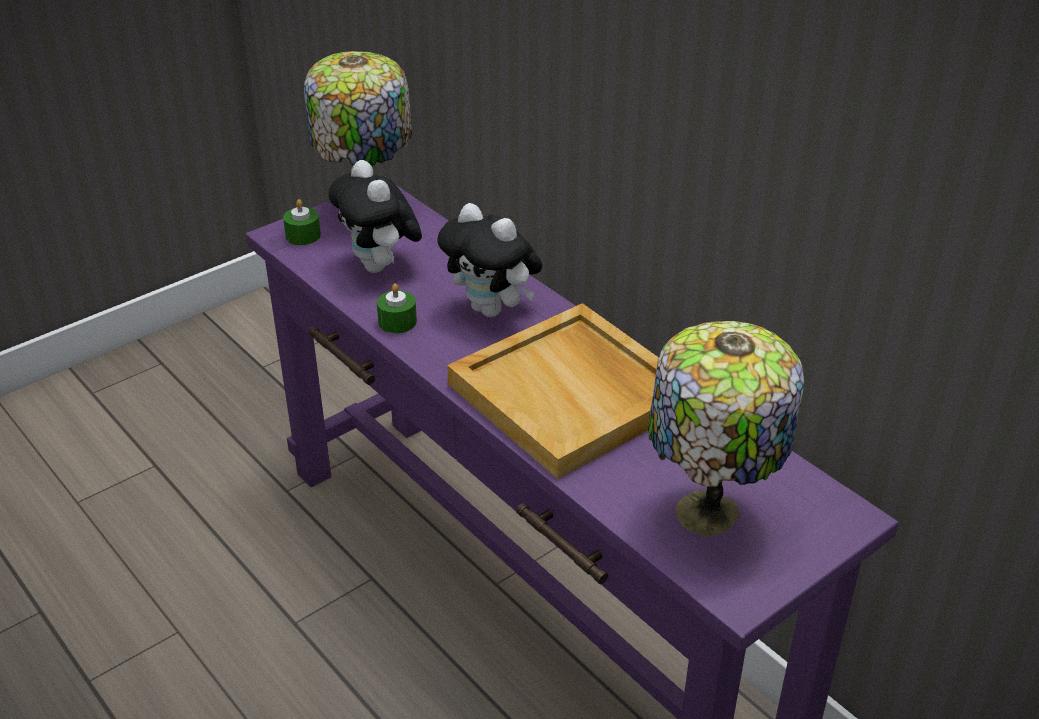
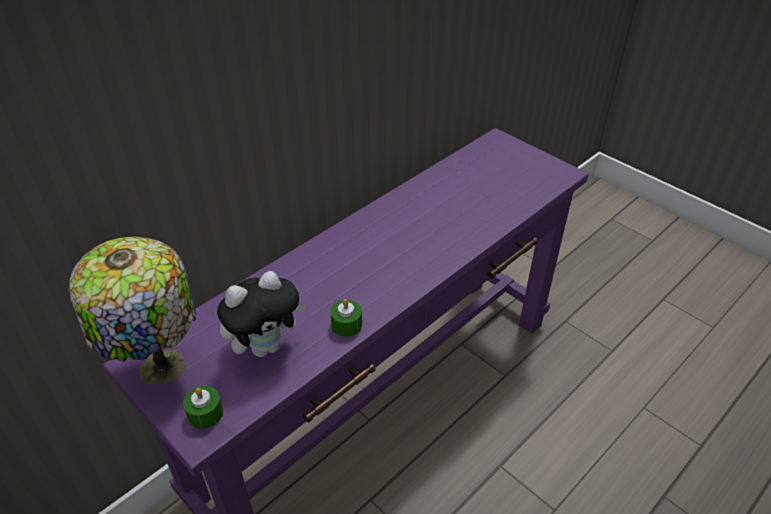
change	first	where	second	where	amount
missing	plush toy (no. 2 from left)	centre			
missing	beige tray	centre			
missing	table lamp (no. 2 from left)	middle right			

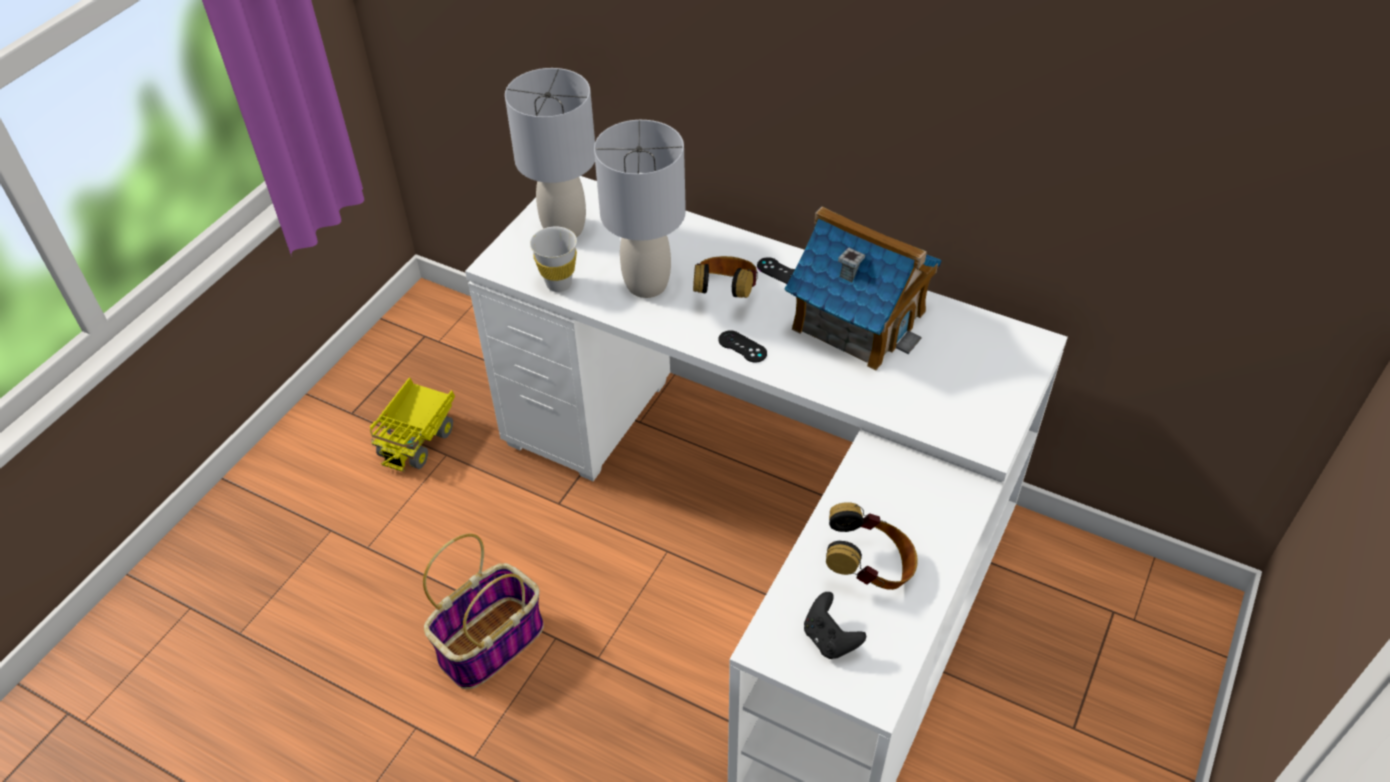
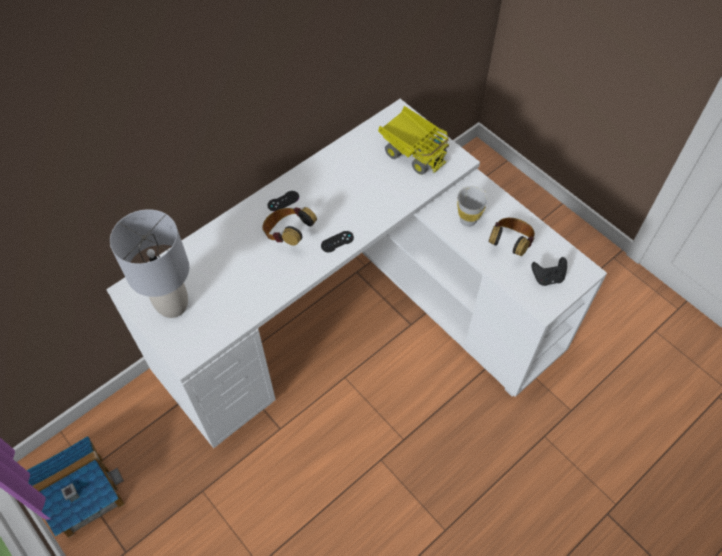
change	first	where	second	where	amount
missing	basket	bottom centre			
missing	grey table lamp (no. 2 from left)	top centre			
relocated	toy truck	middle left		top centre	
relocated	white cup	top centre		centre	
relocated	toy house	centre		bottom left	

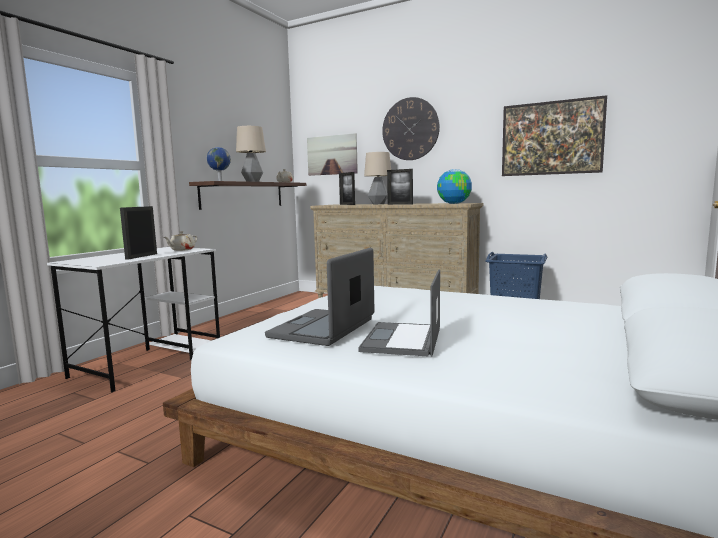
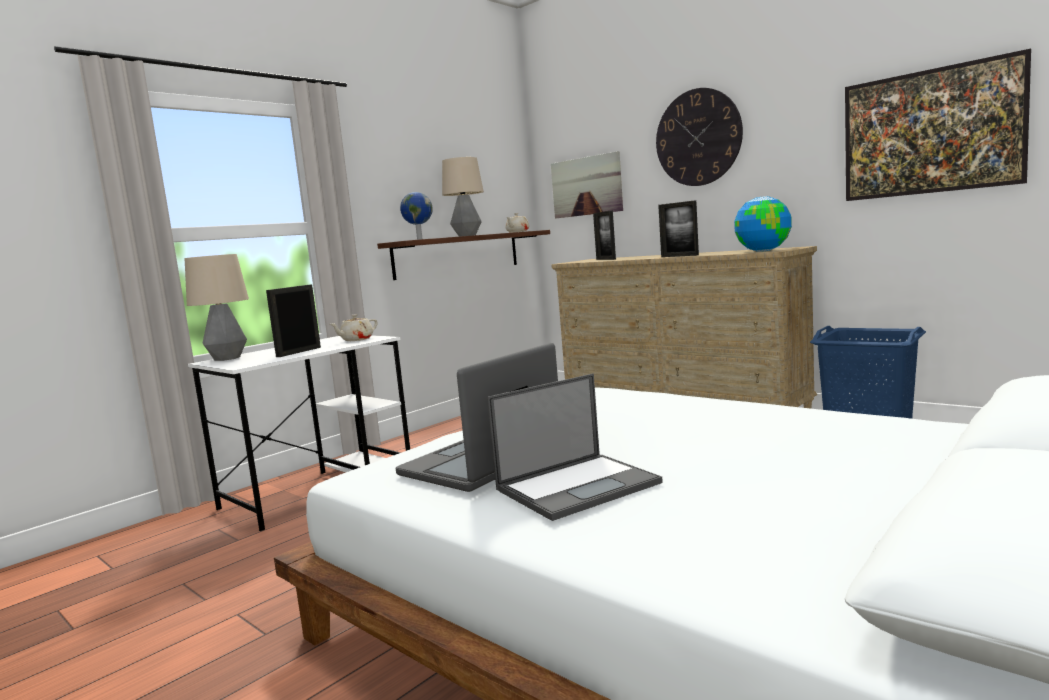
change	first	where	second	where	amount
relocated	table lamp (no. 2 from left in the first image)	top centre	table lamp (no. 1 from left)	middle left	
spun	laptop (no. 2 from left)	centre		centre	150 degrees counterclockwise

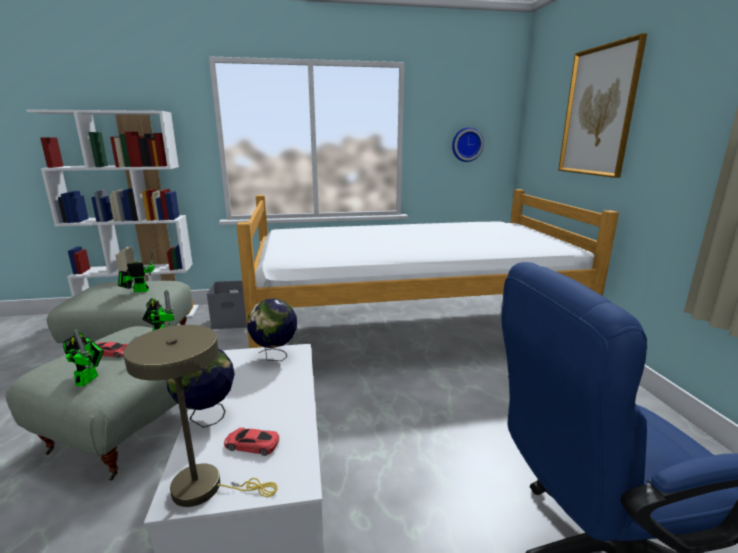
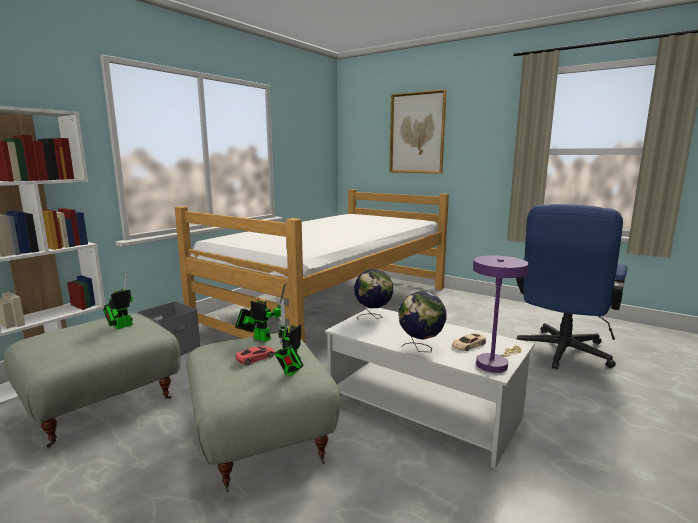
change	first	where	second	where	amount
missing	wall clock	top centre			
colour	beige table lamp	bottom left	purple table lamp	middle right	
colour	red toy car (no. 2 from left)	bottom centre	beige toy car	middle right	
spun	toy robot (no. 1 from left in the first image)	middle left	toy robot (no. 3 from left)	centre	120 degrees counterclockwise

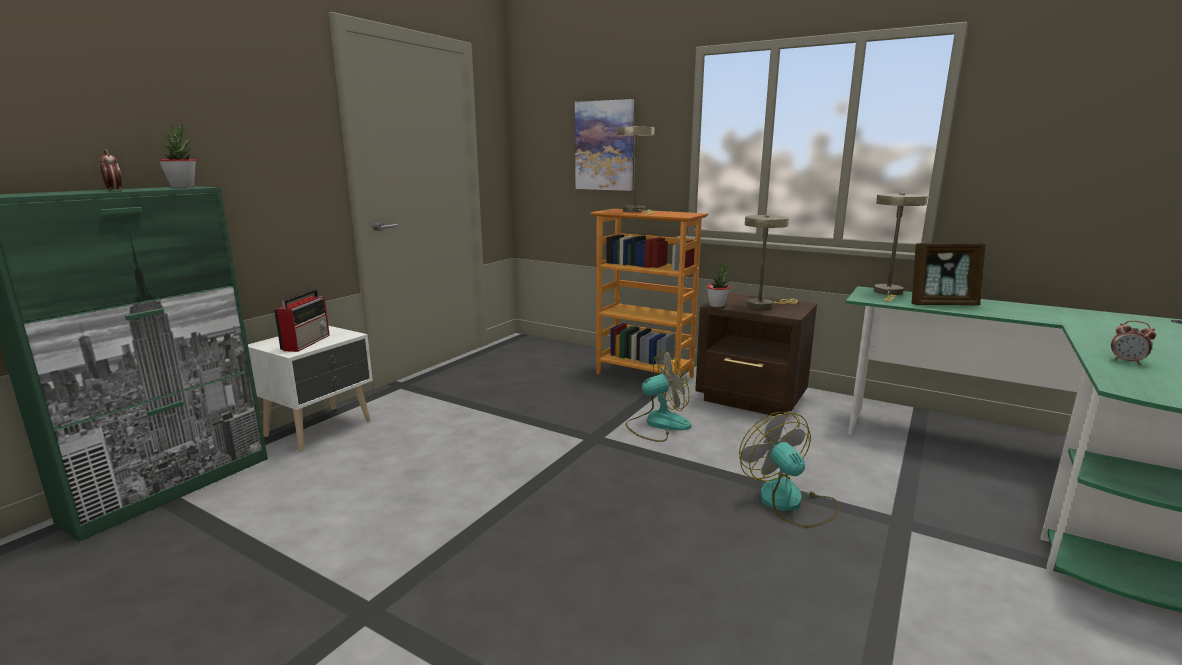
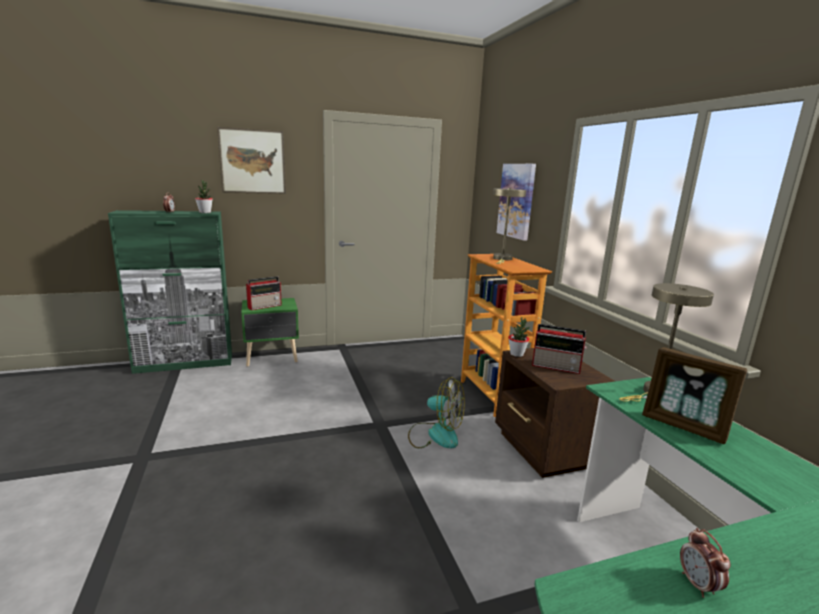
change	first	where	second	where	amount
missing	fan (no. 2 from left)	bottom right			
appeared			picture (no. 1 from left)	top left	
exchanged	beige table lamp (no. 2 from left)	centre	radio (no. 2 from left)	middle right	
colour	white nightstand	middle left	green nightstand	middle left	

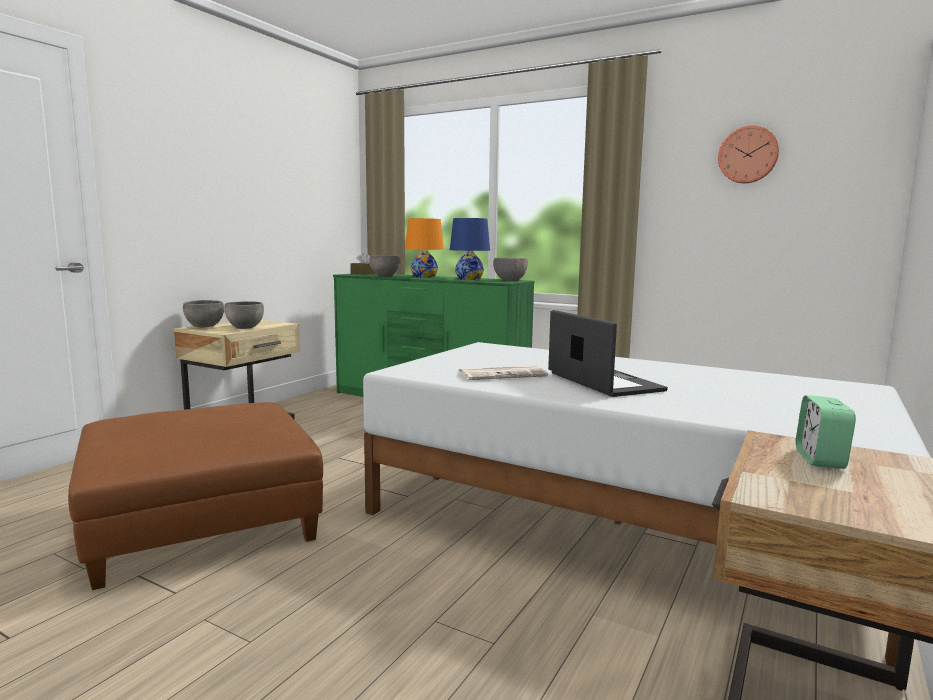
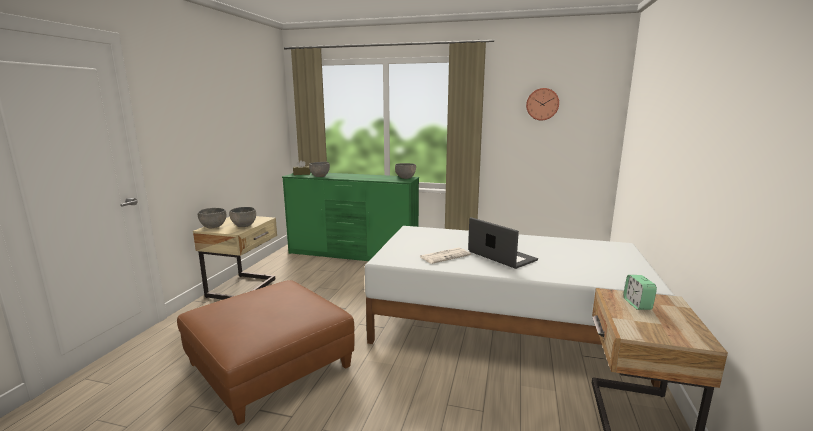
change	first	where	second	where	amount
missing	orange table lamp	centre			
missing	blue table lamp	centre			

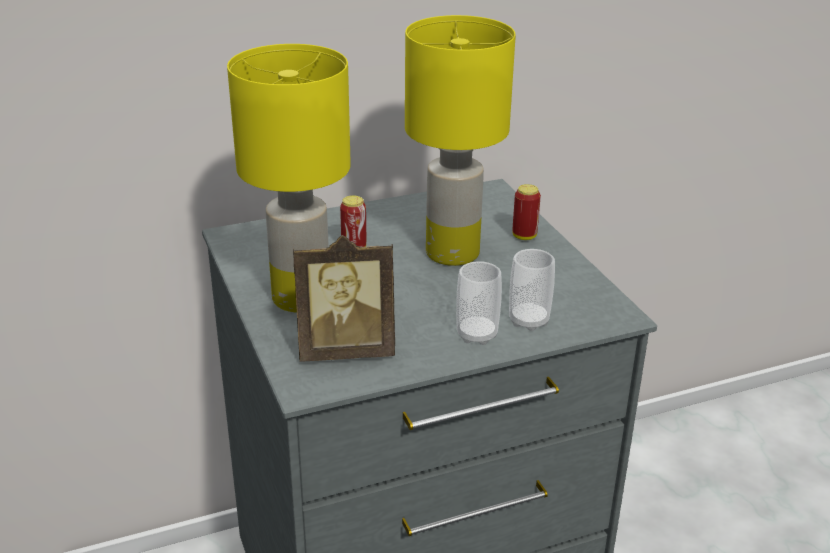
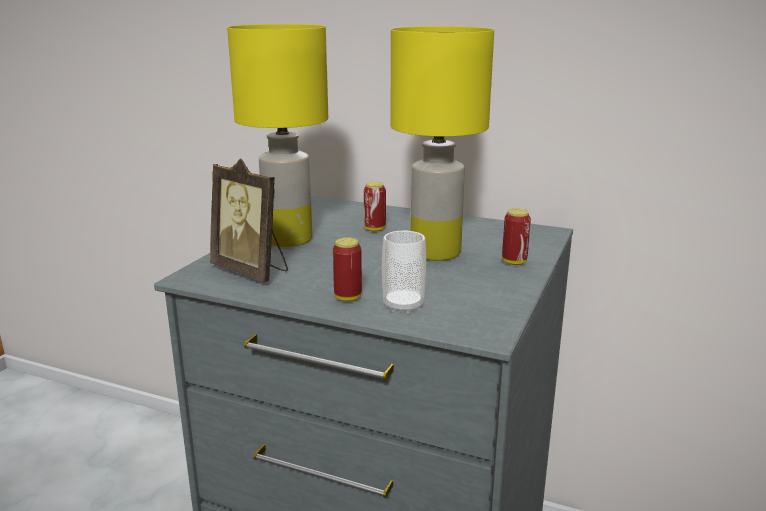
change	first	where	second	where	amount
exchanged	cup (no. 1 from left)	centre	can (no. 1 from left)	centre	

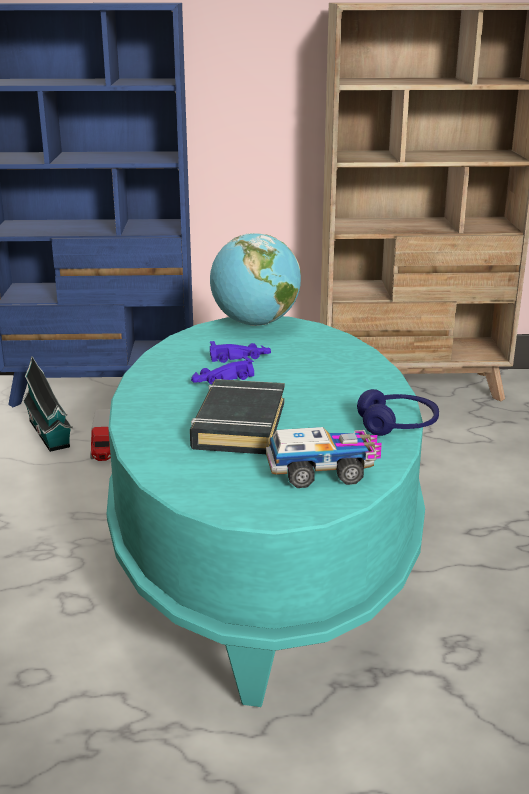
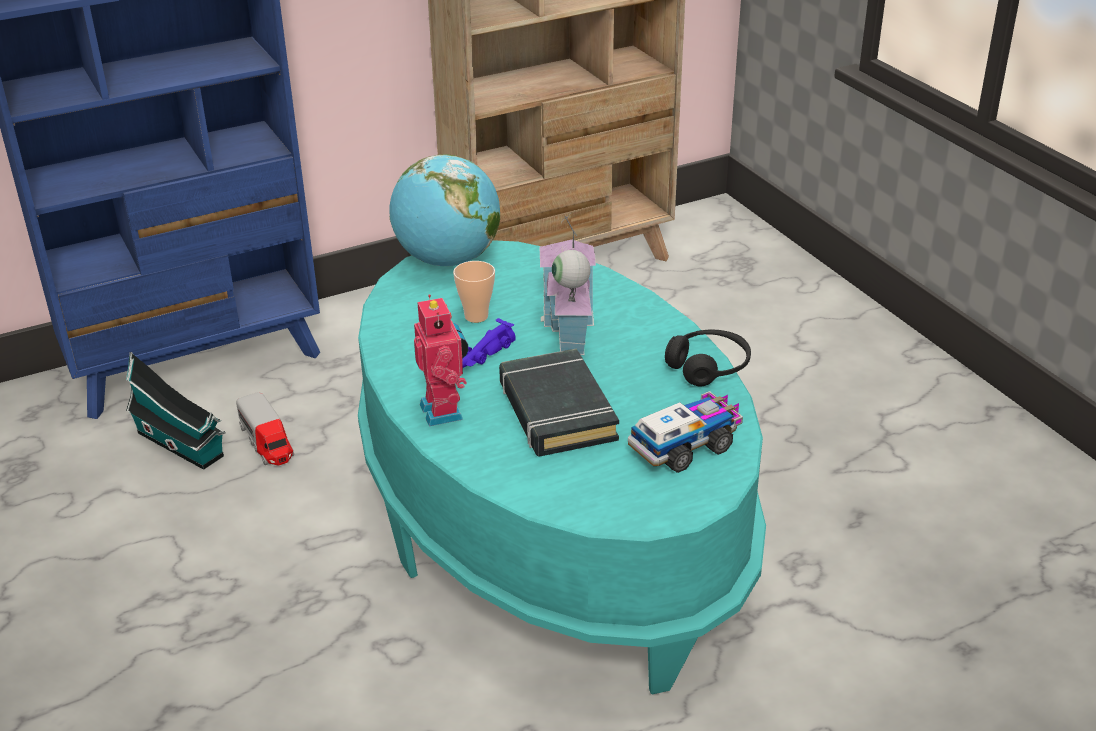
change	first	where	second	where	amount
appeared			toy robot	centre	
appeared			toy house (no. 2 from left)	centre	
exchanged	purple toy car (no. 2 from left)	centre	cup	centre	
colour	blue headphones	middle right	black headphones	centre	

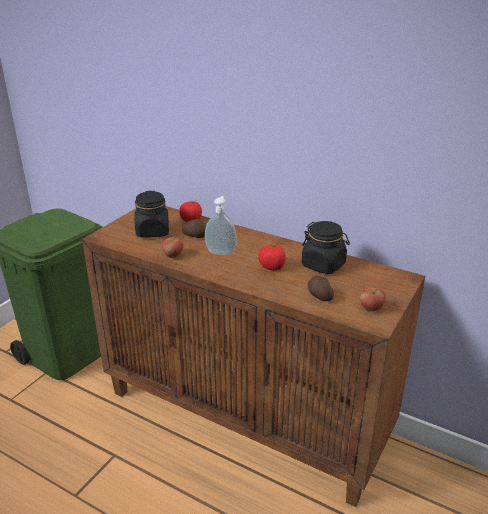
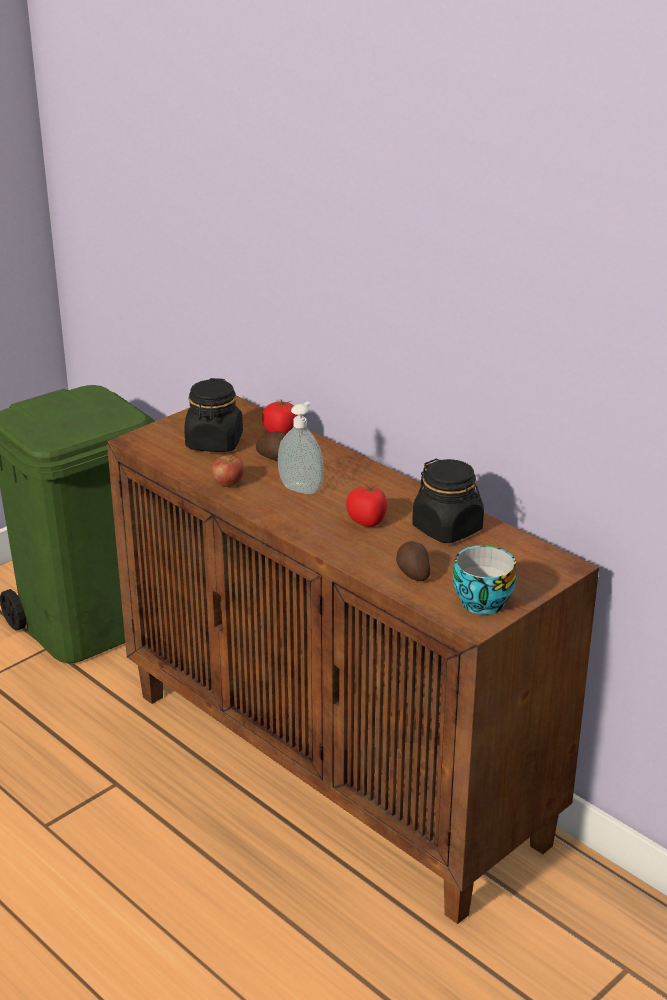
change	first	where	second	where	amount
exchanged	apple (no. 2 from left)	middle right	cup	middle right	

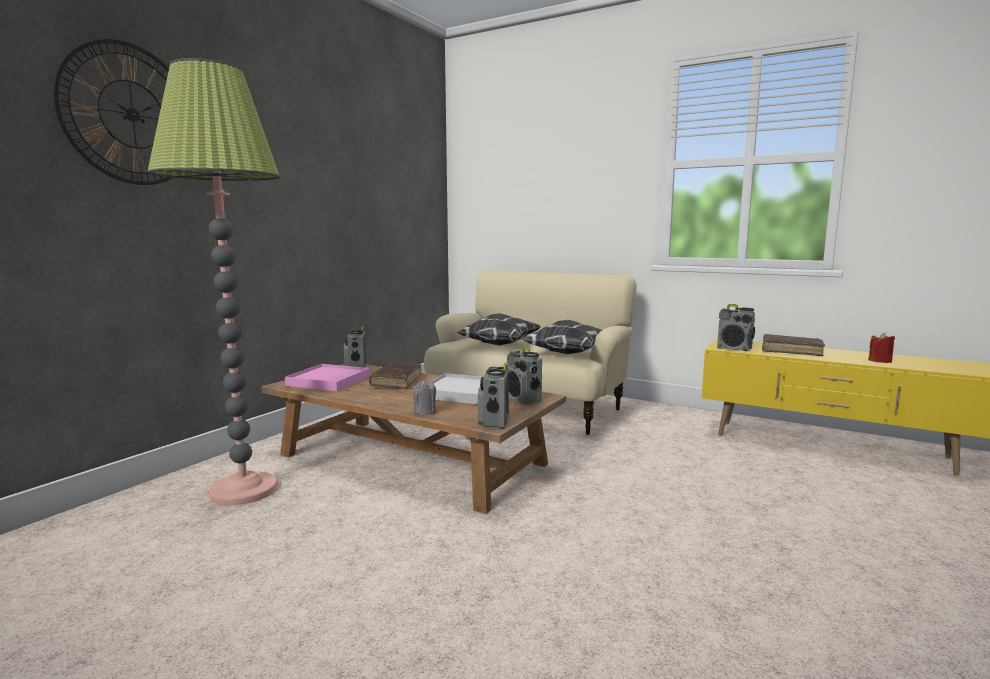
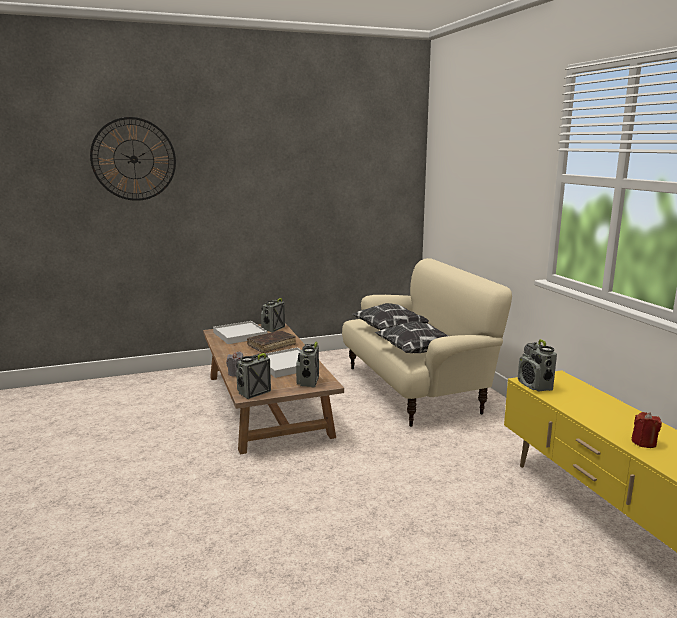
change	first	where	second	where	amount
missing	floor lamp	middle left			
missing	brown book (no. 2 from left)	middle right			
colour	pink tray	middle left	white tray (no. 1 from left)	centre	

